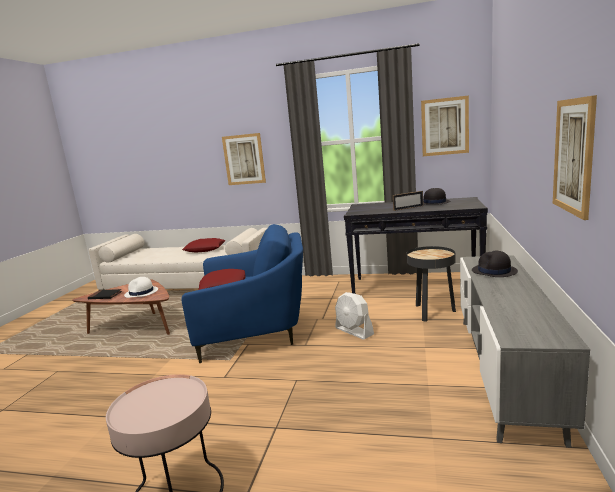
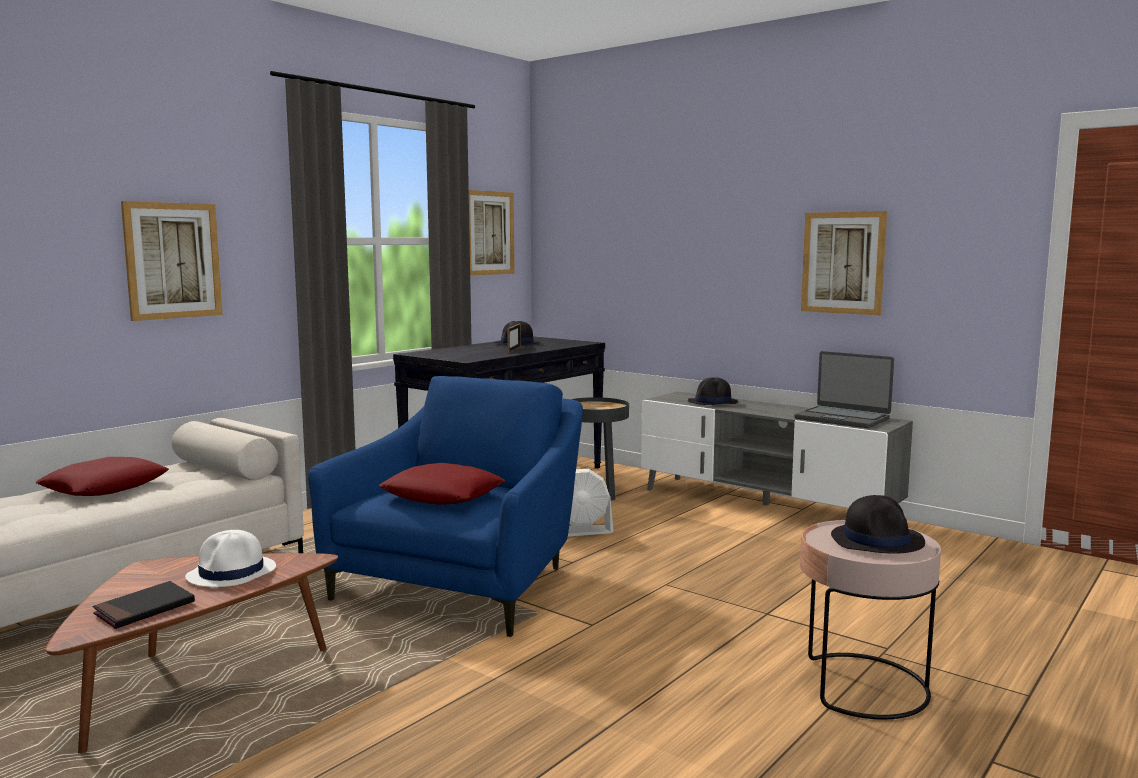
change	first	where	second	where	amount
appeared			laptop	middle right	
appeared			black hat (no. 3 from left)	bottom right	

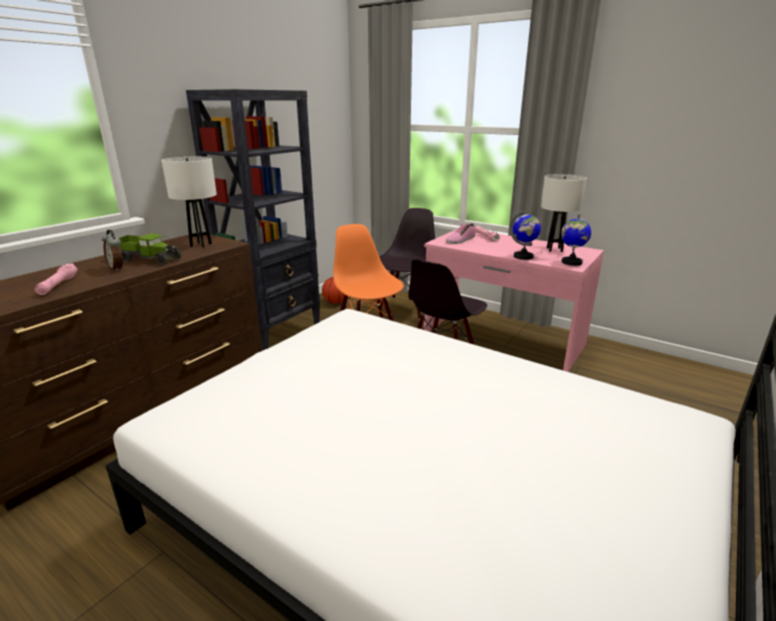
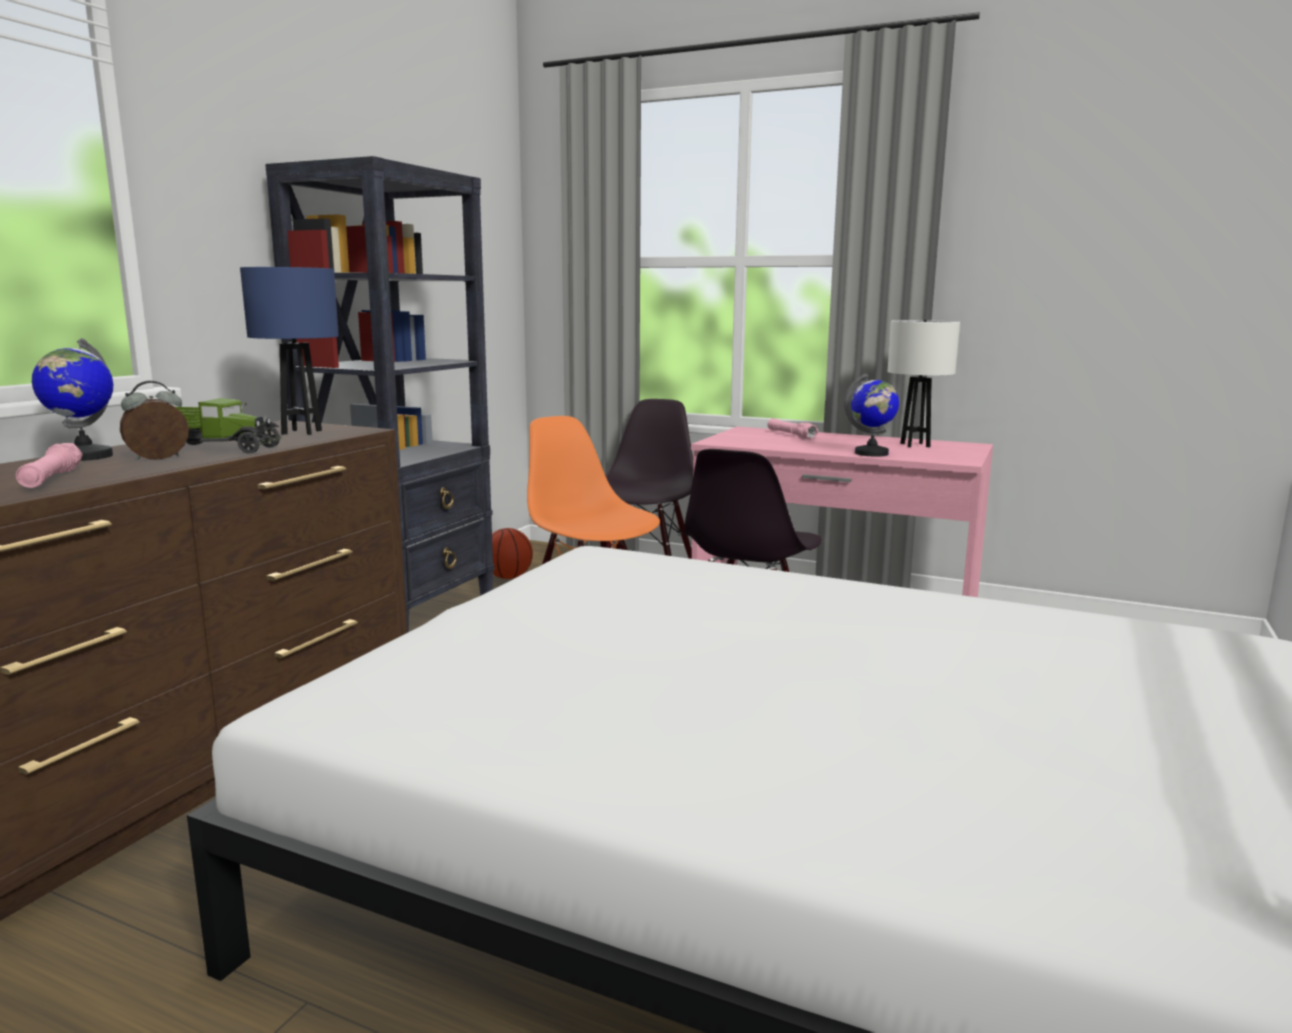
change	first	where	second	where	amount
missing	shoe	centre			
relocated	globe (no. 2 from left in the first image)	middle right	globe (no. 1 from left)	middle left	
colour	white table lamp (no. 1 from left)	top left	blue table lamp	middle left	
spun	alarm clock	middle left		middle left	105 degrees clockwise

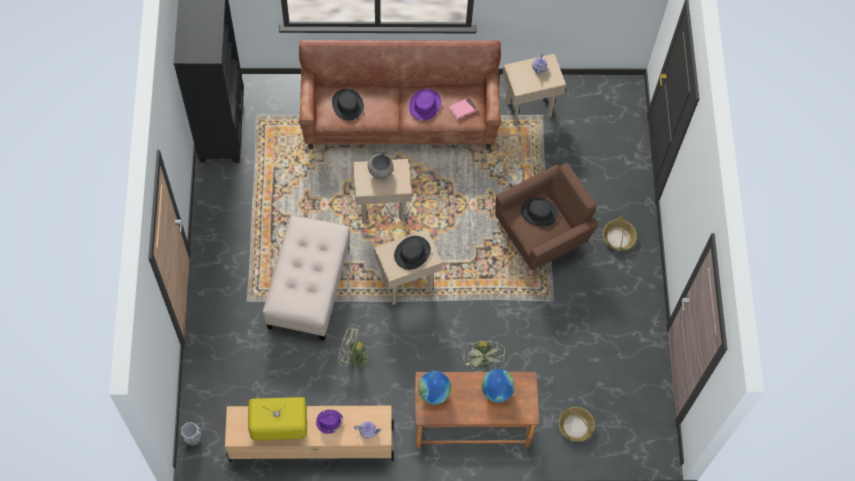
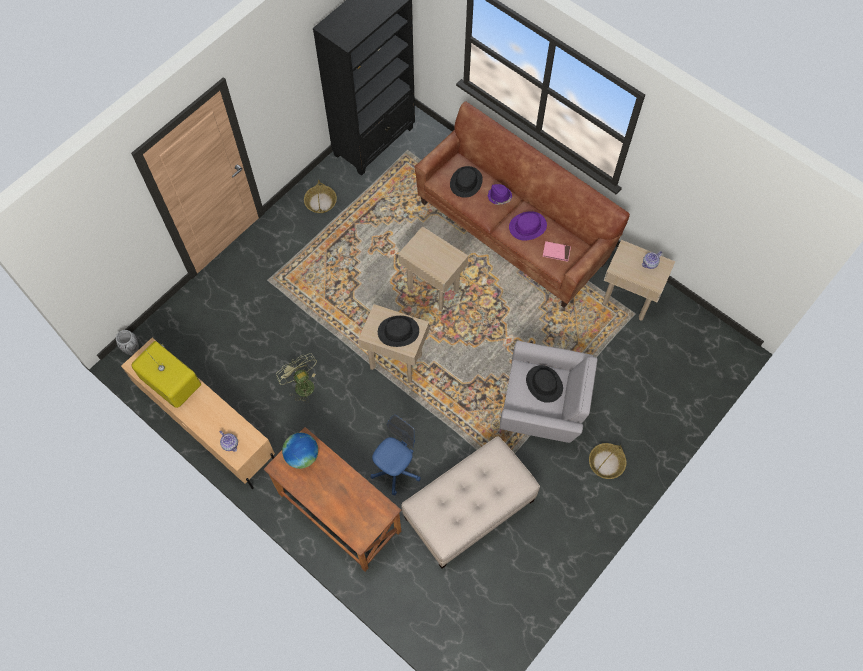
change	first	where	second	where	amount
missing	grey bowl	centre			
missing	globe (no. 2 from left)	bottom centre			
relocated	beige ottoman	centre		bottom centre	
relocated	purple hat (no. 1 from left)	bottom centre		top centre	
relocated	basket (no. 1 from left)	bottom right		top centre	
exchanged	green fan (no. 2 from left)	bottom centre	blue office chair	bottom centre	
colour	brown armchair	centre	grey armchair	centre	

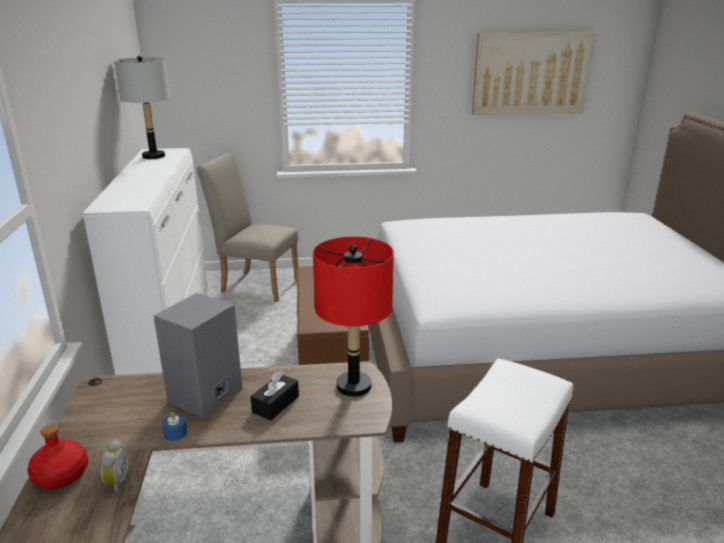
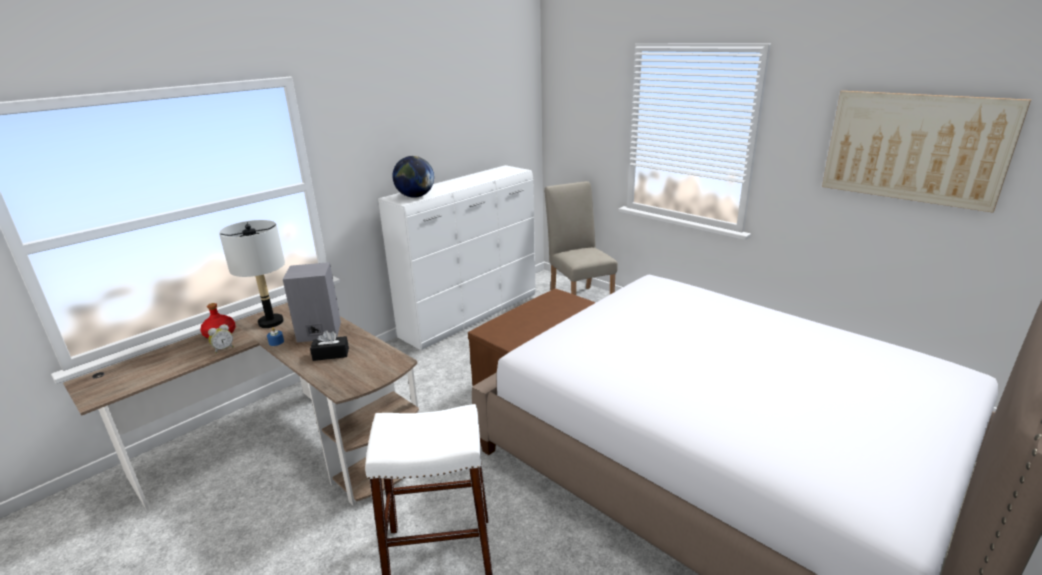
change	first	where	second	where	amount
missing	red table lamp	centre			
appeared			globe	top centre	
relocated	grey table lamp	top left		middle left	

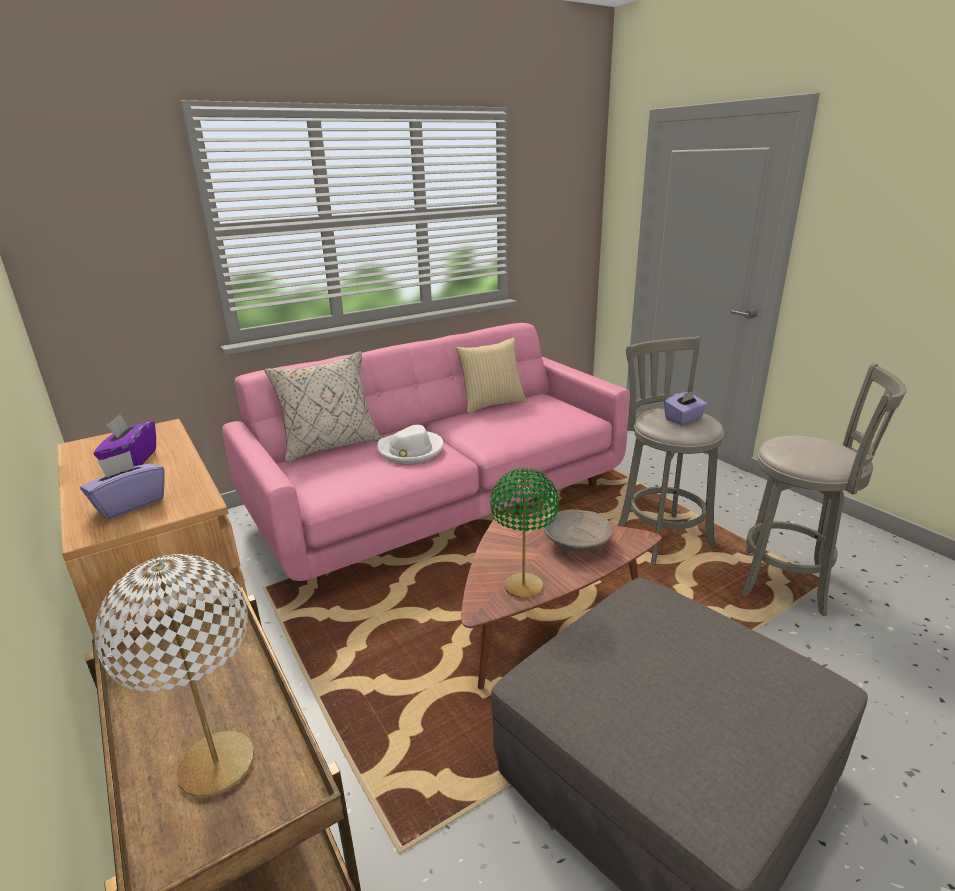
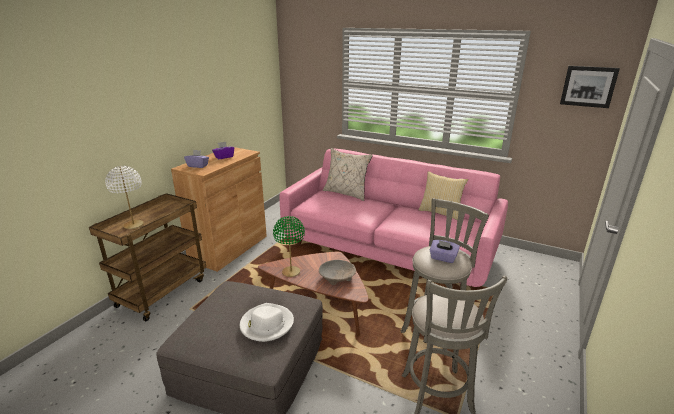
change	first	where	second	where	amount
appeared			picture	top right	
relocated	white hat	centre		bottom centre	

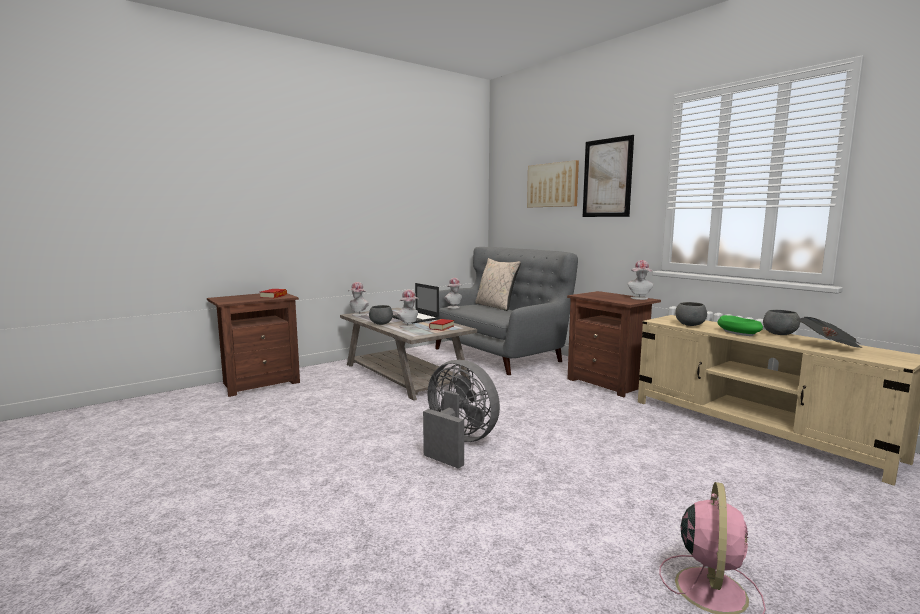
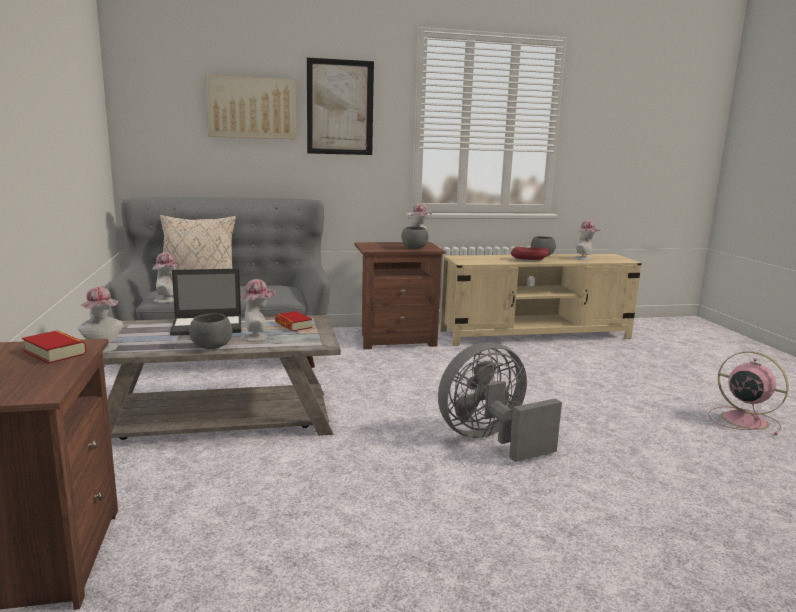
change	first	where	second	where	amount
relocated	grey bowl (no. 2 from left)	middle right		centre	
exchanged	newspaper	middle right	hat (no. 5 from left)	middle right	
colour	green bowl	middle right	red bowl	centre	

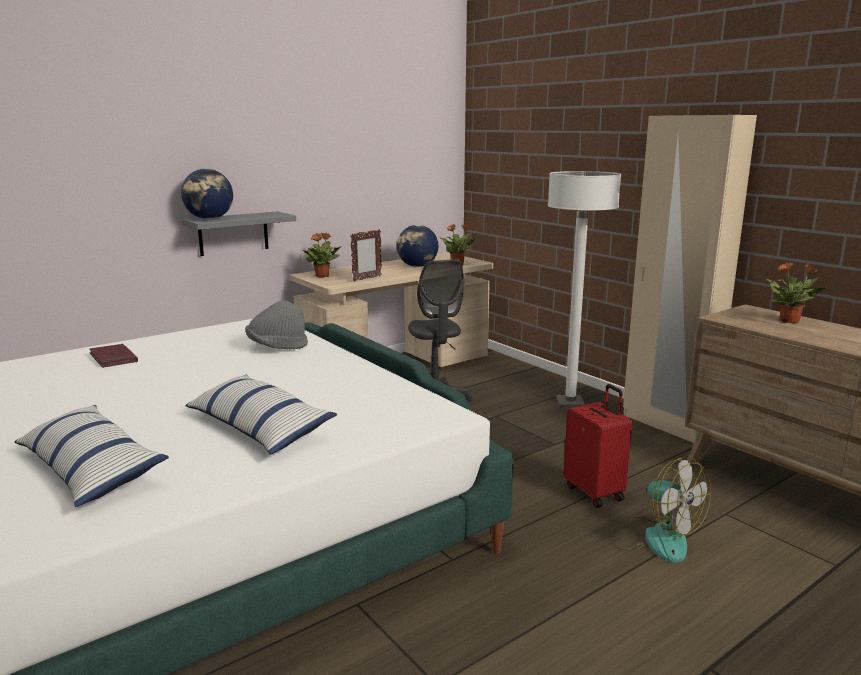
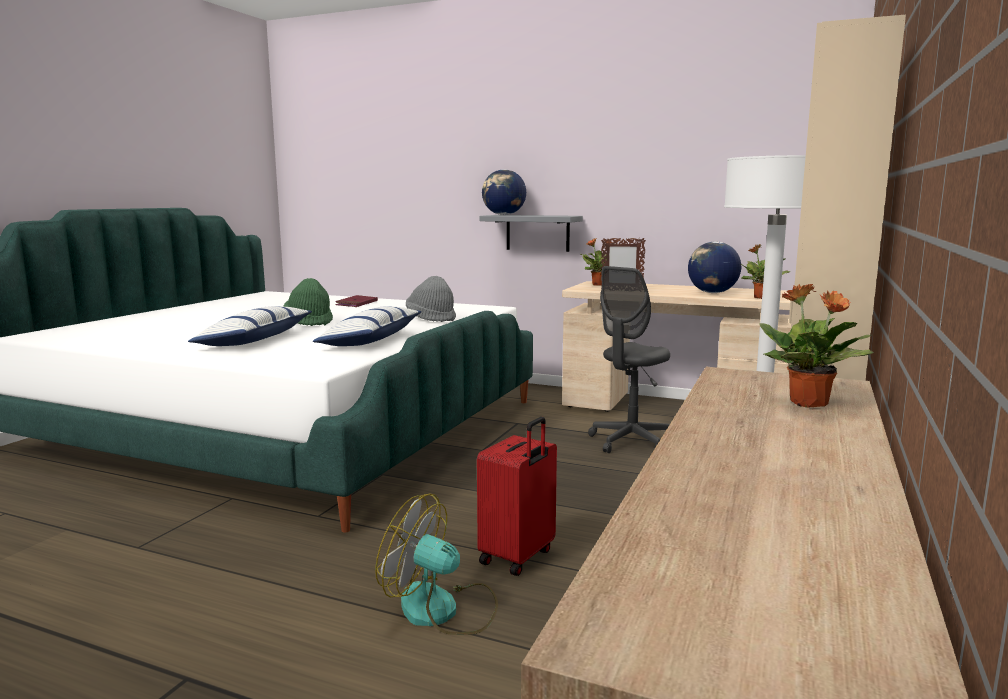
change	first	where	second	where	amount
appeared			green hat	middle left	
relocated	pillow (no. 1 from left in the first image)	bottom left	pillow (no. 2 from left)	centre	
spun	fan	bottom right		bottom centre	90 degrees clockwise

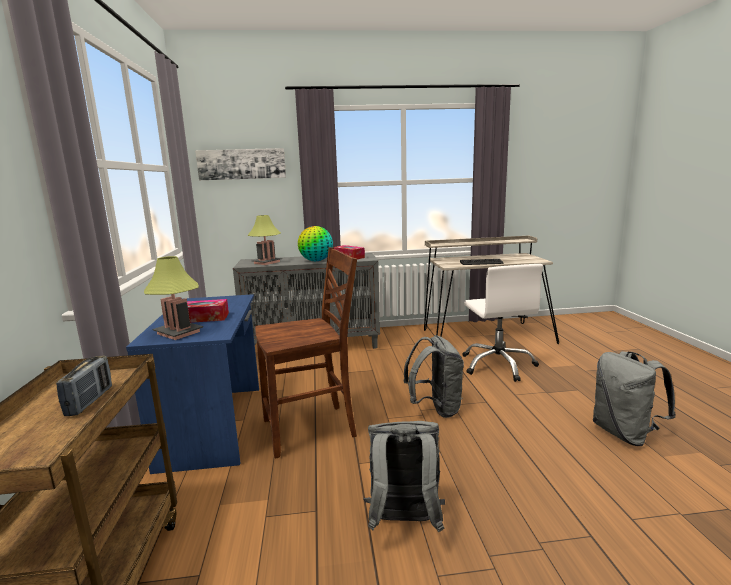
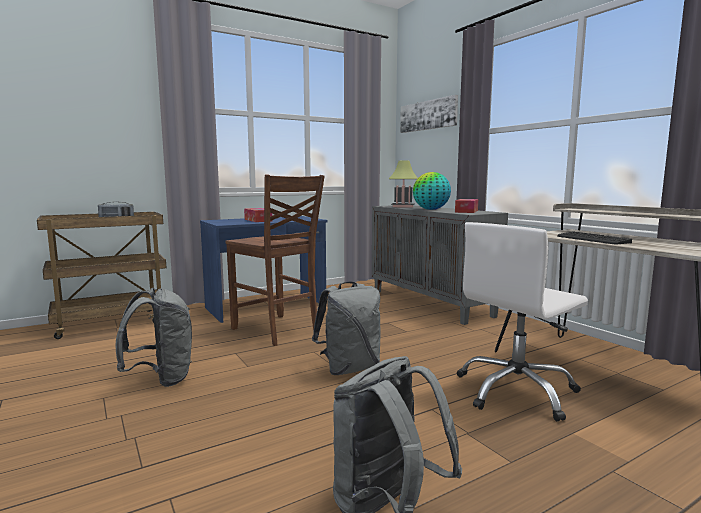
change	first	where	second	where	amount
missing	table lamp (no. 1 from left)	middle left			

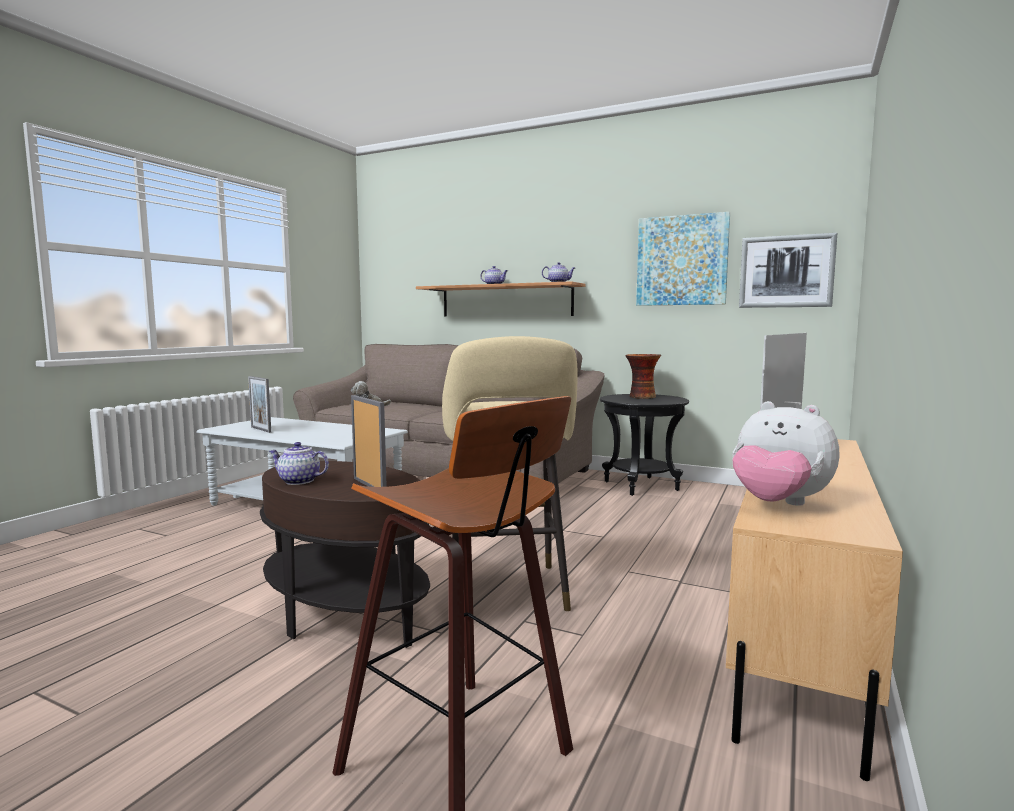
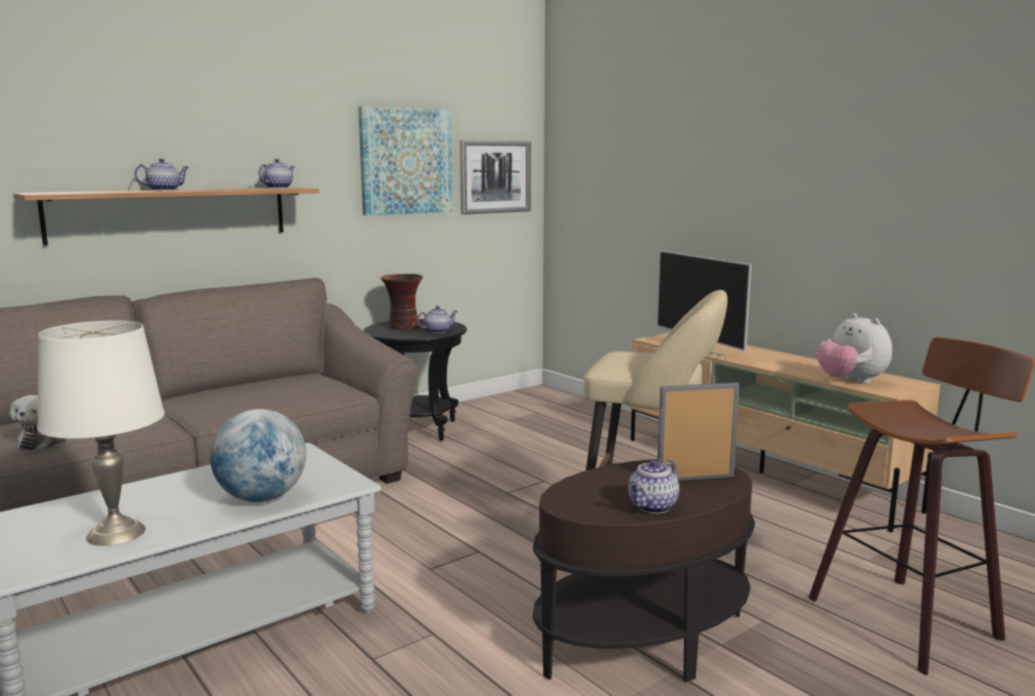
change	first	where	second	where	amount
appeared			globe	middle left	
appeared			teapot (no. 3 from left)	centre	
exchanged	picture frame (no. 1 from left)	middle left	white table lamp	middle left	
spun	plush toy (no. 2 from left)	middle right		middle right	90 degrees clockwise

